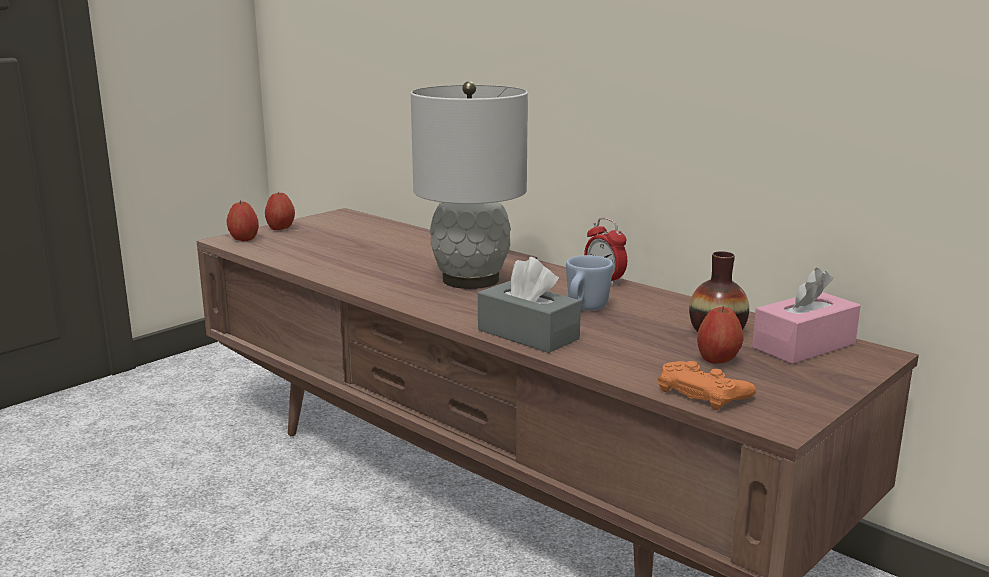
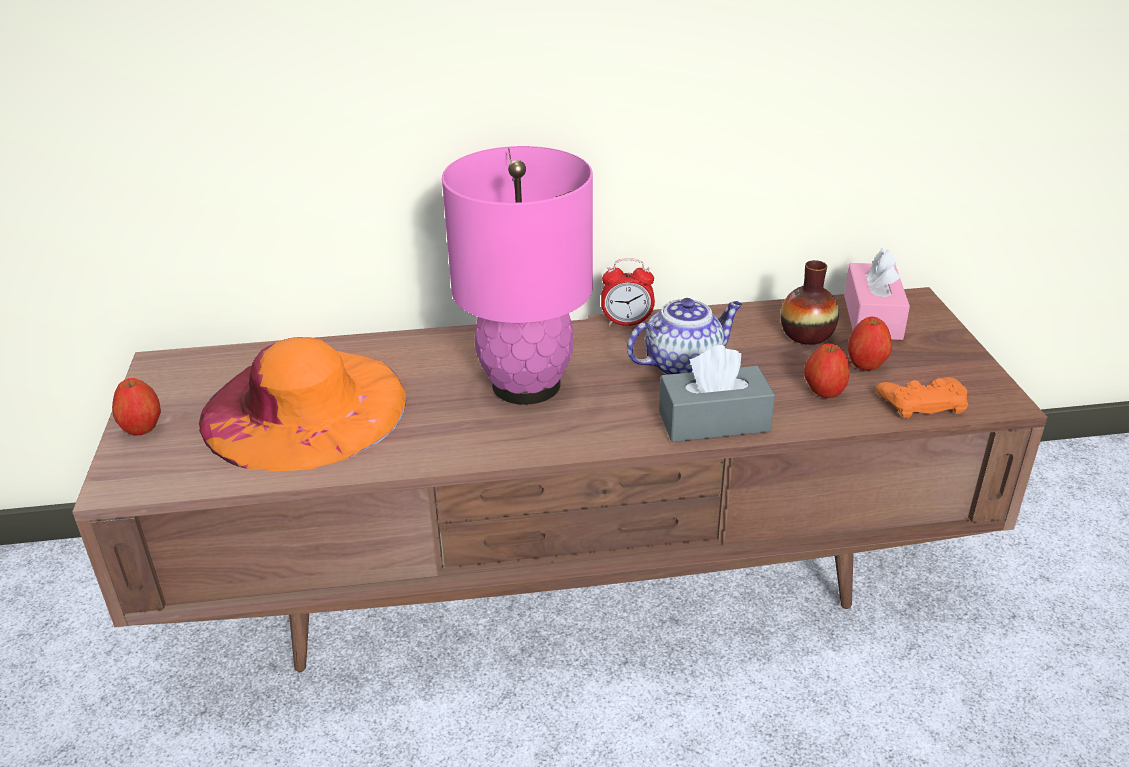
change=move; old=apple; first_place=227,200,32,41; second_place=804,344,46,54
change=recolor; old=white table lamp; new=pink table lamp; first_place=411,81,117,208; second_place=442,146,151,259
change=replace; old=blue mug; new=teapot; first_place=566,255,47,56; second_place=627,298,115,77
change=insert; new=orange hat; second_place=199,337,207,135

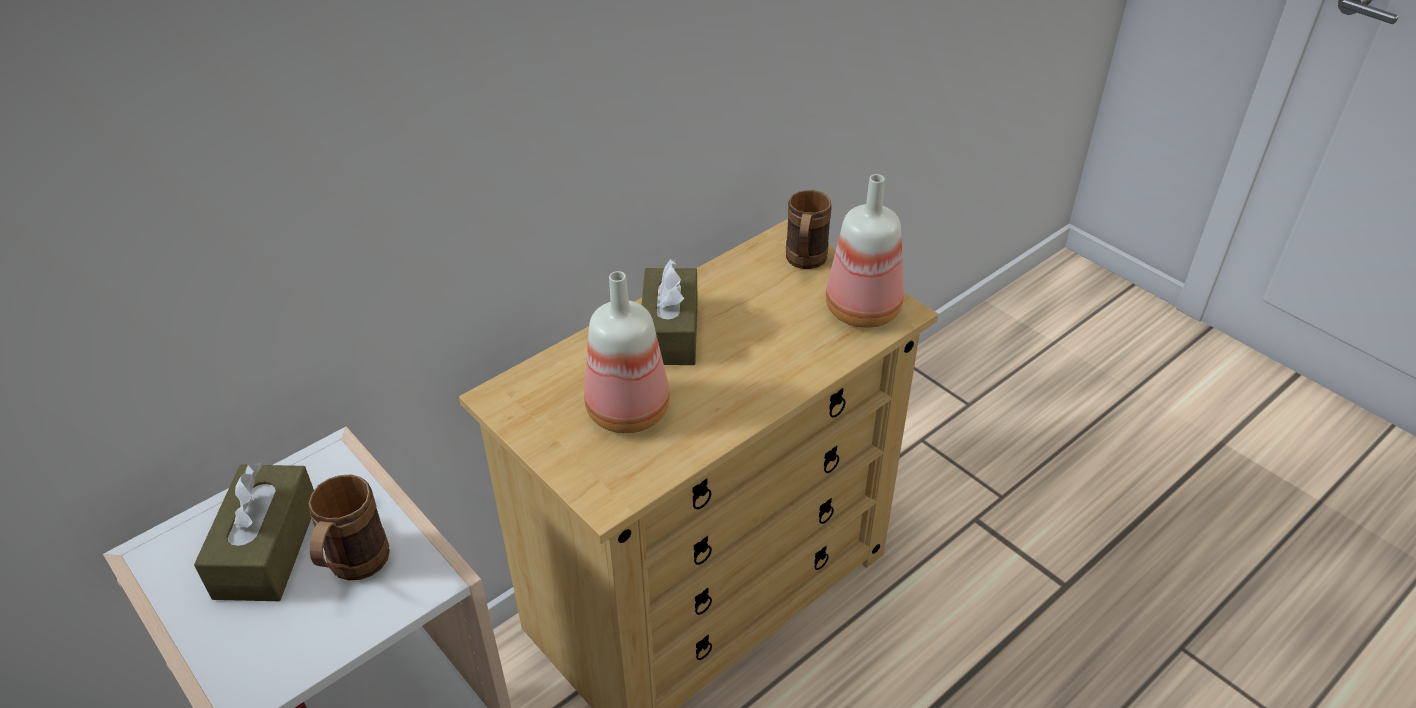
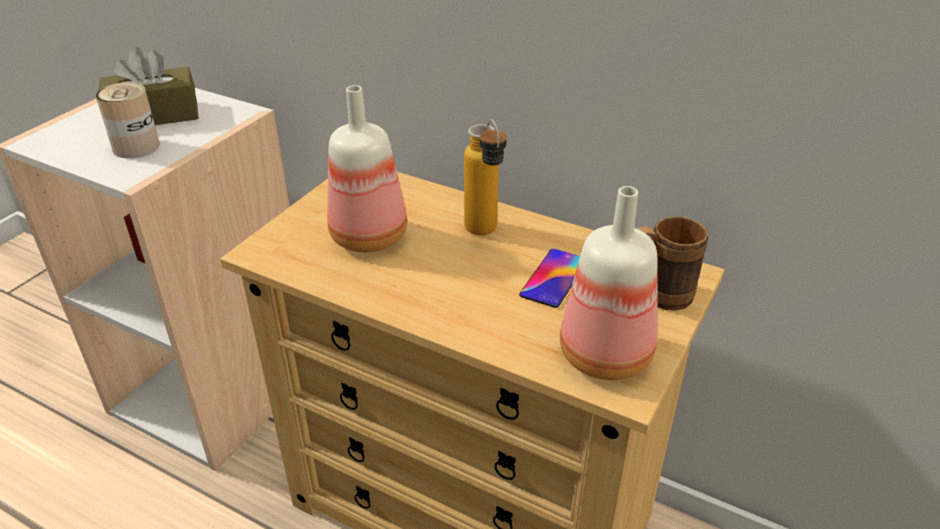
change=replace; old=brown mug; new=can; first_place=308,474,82,106; second_place=96,82,64,76
change=replace; old=brown tissue box; new=bottle; first_place=642,259,56,106; second_place=464,119,43,116
change=insert; new=phone; second_place=519,249,61,59

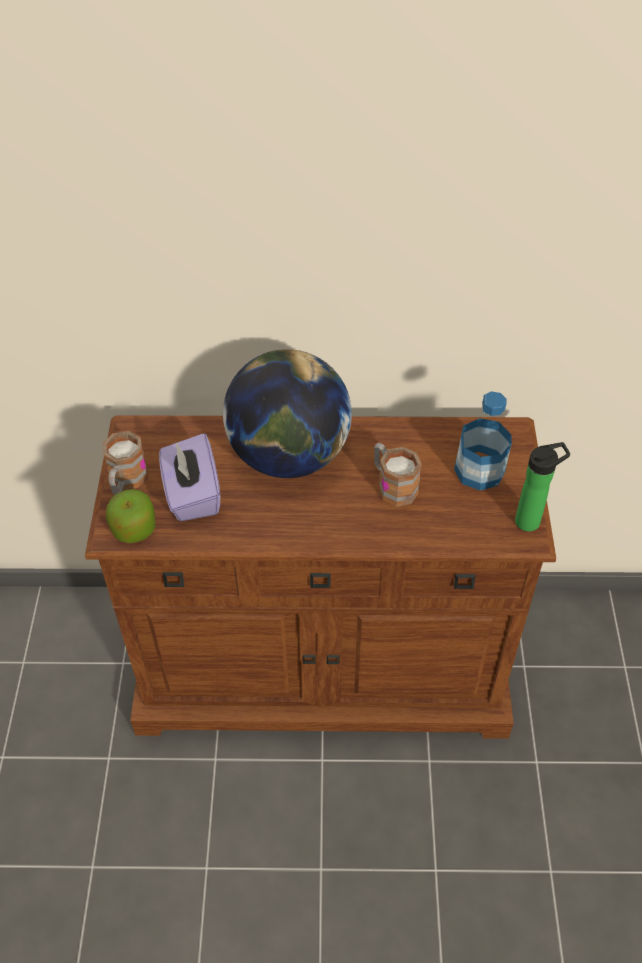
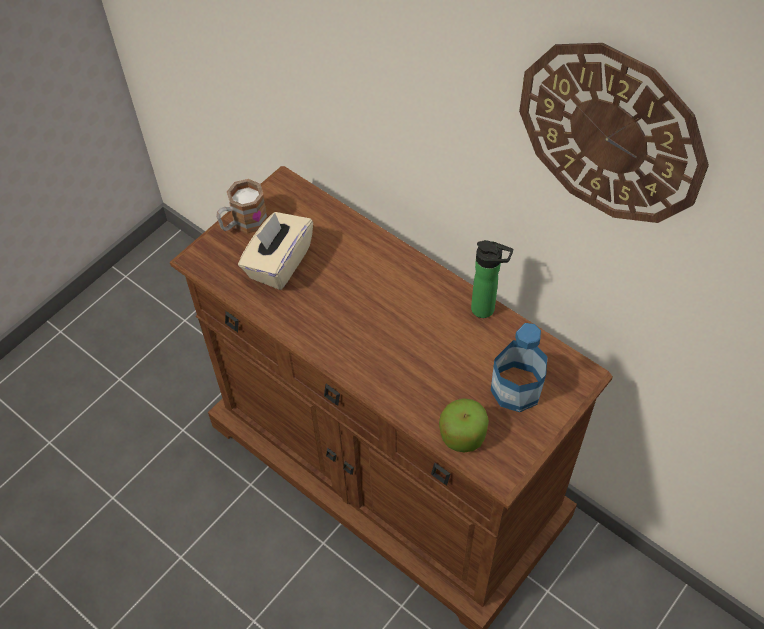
change=move; old=apple; first_place=106,489,49,54; second_place=439,398,50,55
change=recolor; old=purple tissue box; new=beige tissue box; first_place=159,433,61,88; second_place=238,212,75,78
change=delete; old=globe; first_place=223,349,129,129
change=delete; old=mug; first_place=374,442,48,65
change=move; old=bottle; first_place=515,442,55,90; second_place=471,240,42,78
change=insert; new=wall clock; second_place=519,43,190,180

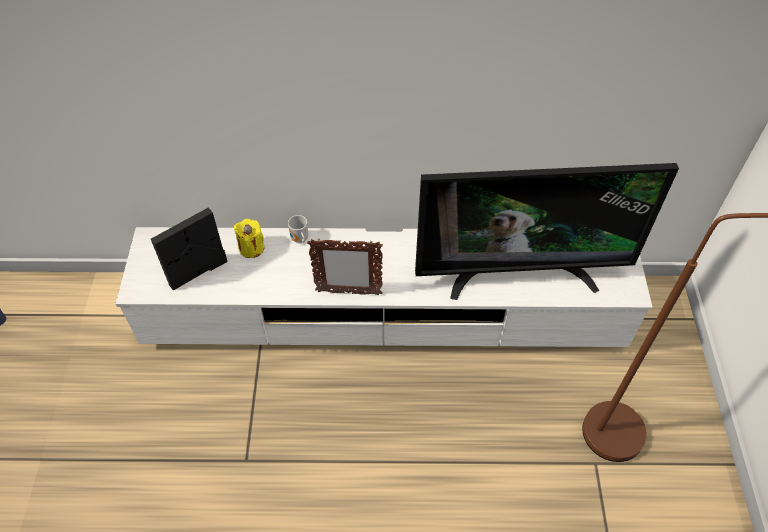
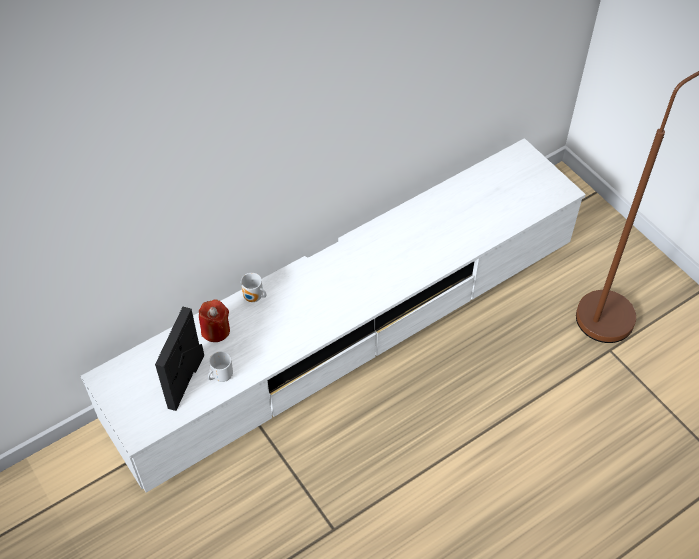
change=recolor; old=yellow candle; new=red candle; first_place=234,219,31,39; second_place=199,299,31,43
change=delete; old=picture frame; first_place=307,238,76,57
change=delete; old=television; first_place=415,163,264,137
change=insert; new=mug; second_place=208,351,25,31

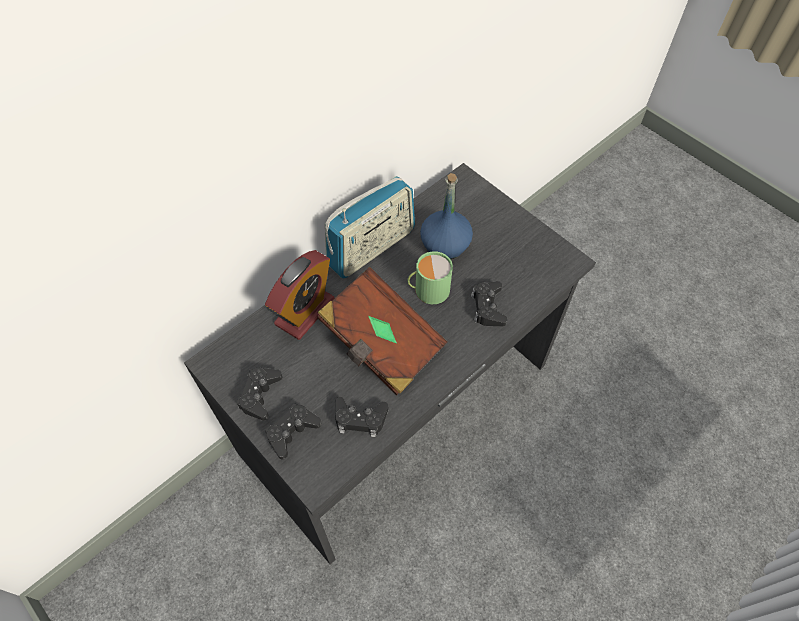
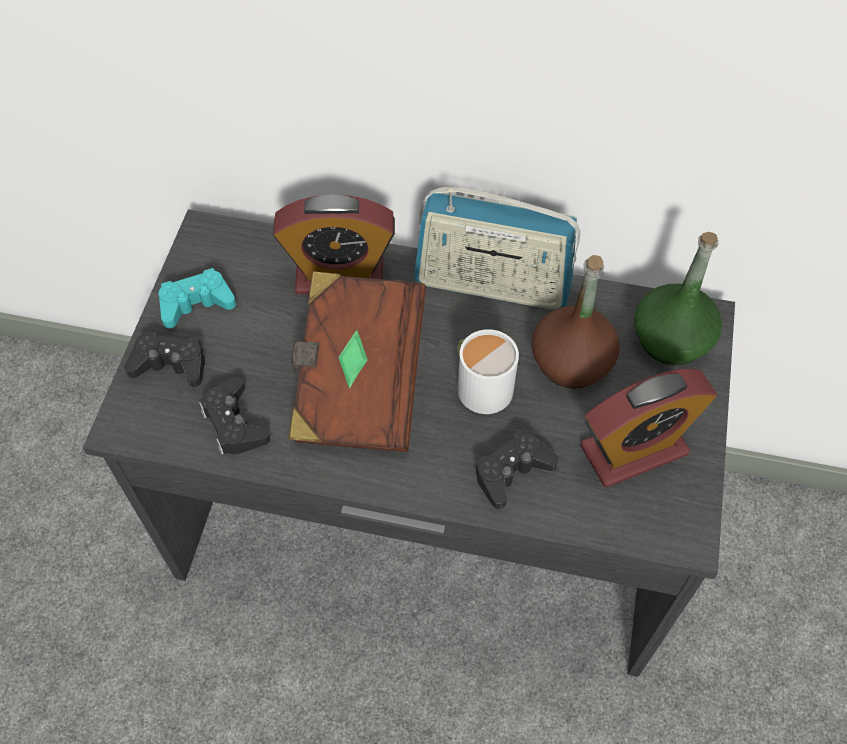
change=recolor; old=black game controller; new=turquoise game controller; first_place=237,367,45,53; second_place=158,268,78,60
change=recolor; old=green mug; new=white mug; first_place=407,251,46,53; second_place=458,329,61,85
change=recolor; old=blue bottle; new=brown bottle; first_place=420,173,53,86; second_place=532,255,88,134
change=insert; new=alarm clock; second_place=581,369,136,118
change=insert; new=green bottle; second_place=634,232,88,133

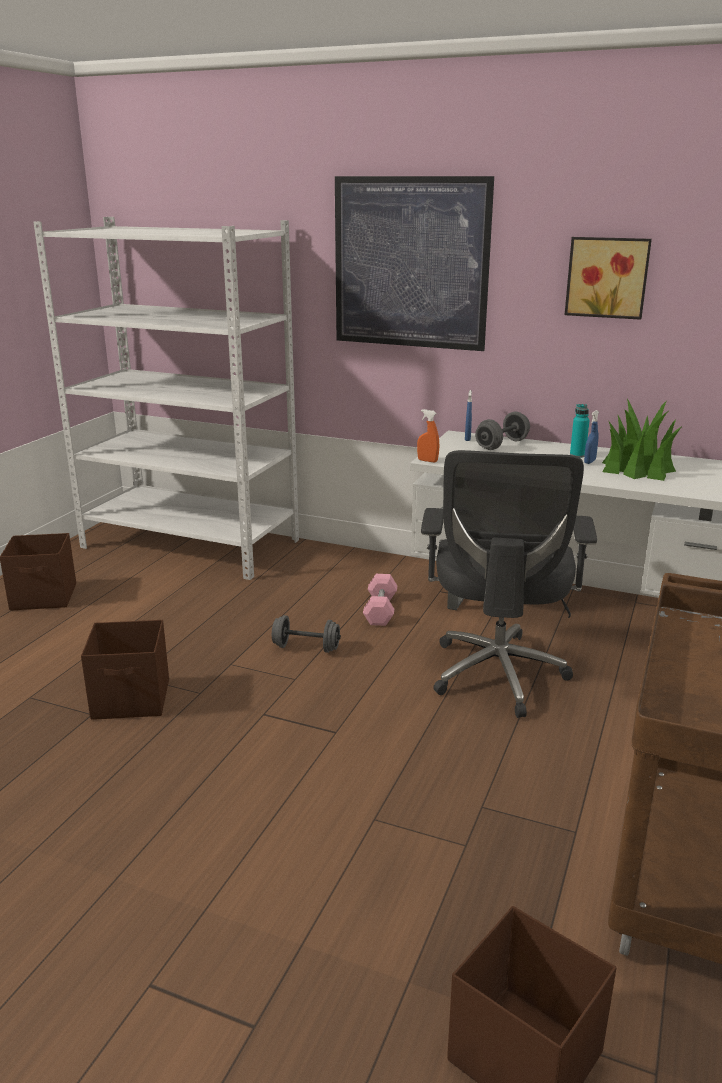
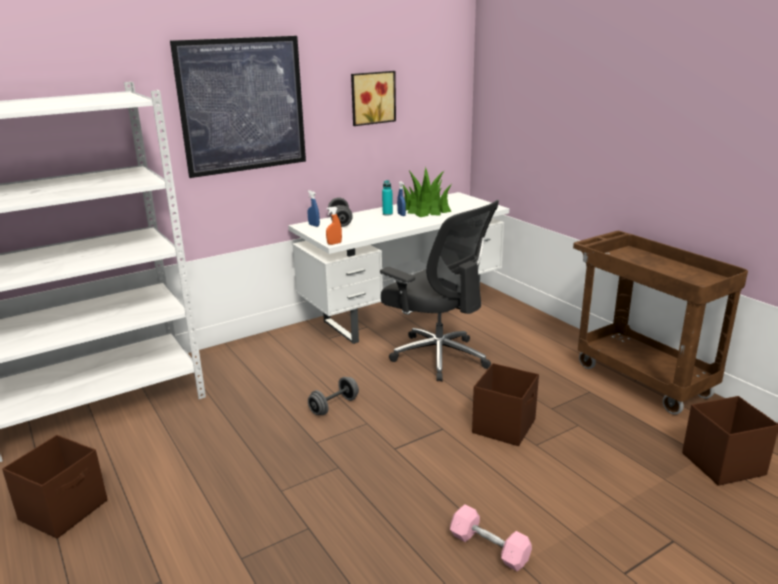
change=move; old=brown storage box; first_place=81,620,88,100; second_place=472,363,67,83
change=move; old=pink dumbbell; first_place=363,574,34,52; second_place=450,504,82,67

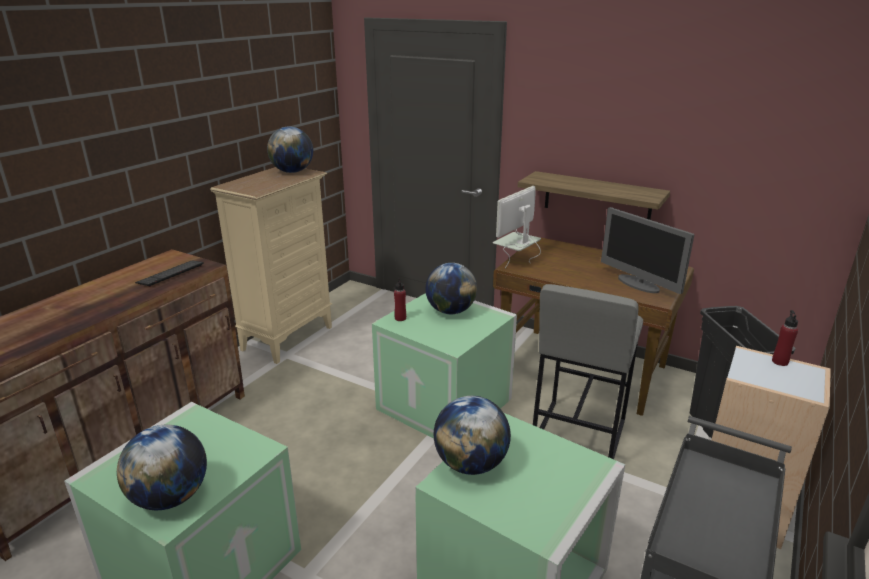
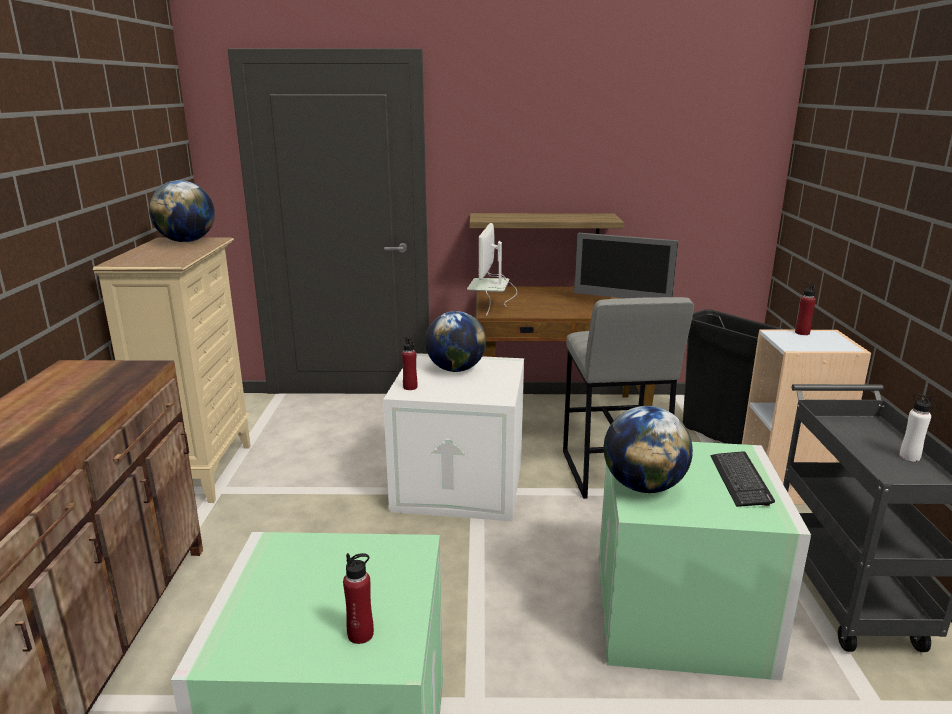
change=replace; old=globe; new=red bottle; first_place=117,425,90,85; second_place=343,553,31,91
change=move; old=keyboard; first_place=135,261,69,26; second_place=711,451,64,56
change=recolor; old=green storage box; new=white storage box; first_place=372,293,145,145; second_place=383,353,141,168
change=insert; new=white bottle; second_place=899,393,33,69

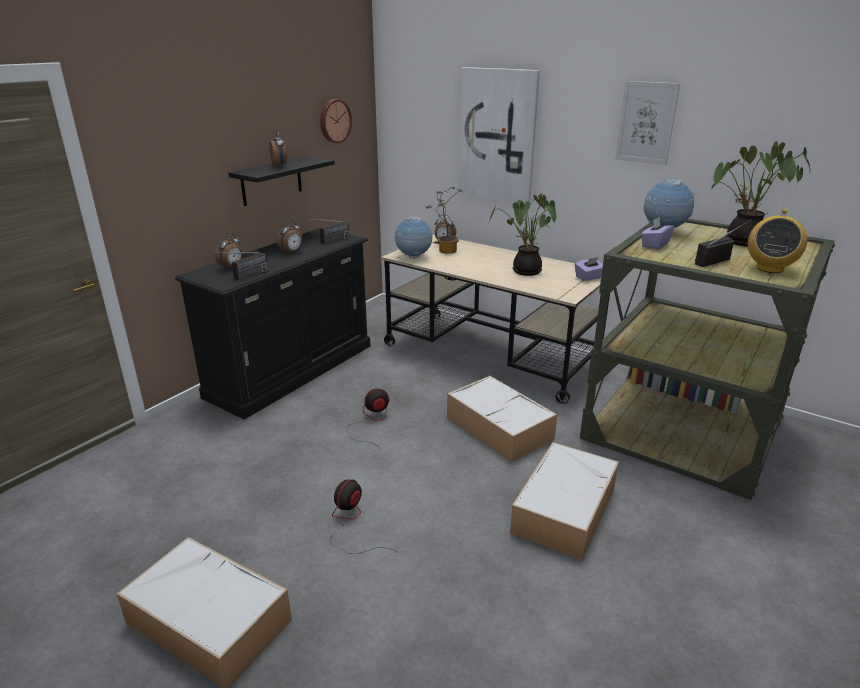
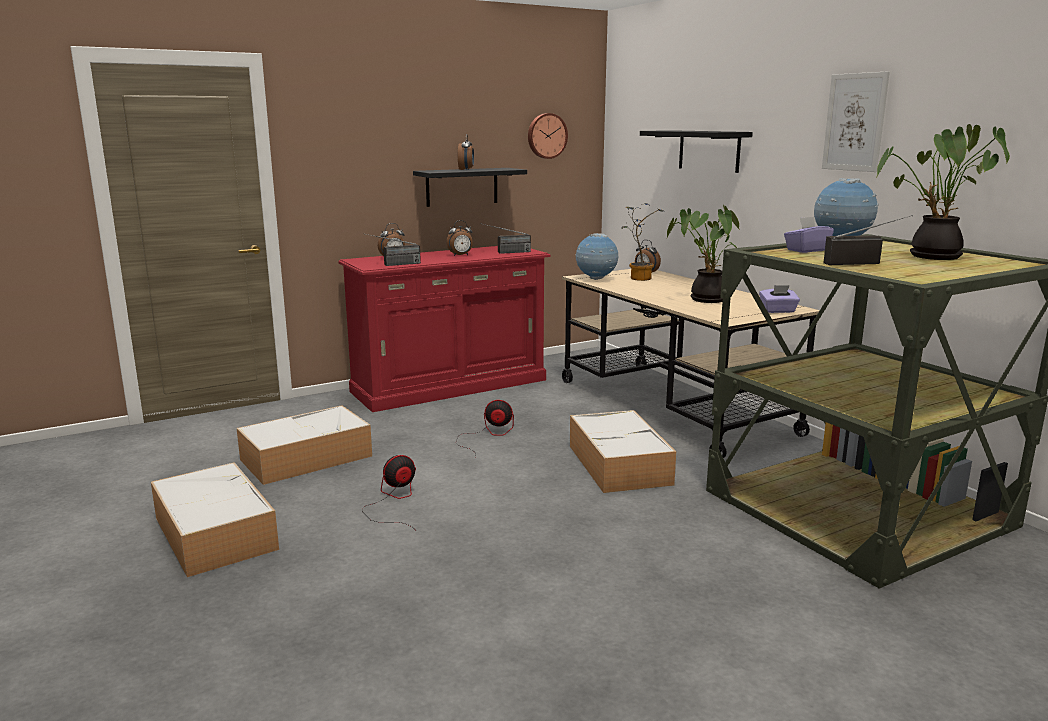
change=recolor; old=black cabinet; new=red cabinet; first_place=175,228,196,192; second_place=338,246,212,166
change=replace; old=picture; new=black shelf; first_place=459,67,81,136; second_place=640,130,113,43
change=move; old=storage box; first_place=510,442,109,119; second_place=237,405,135,80
change=delete; old=radio; first_place=748,209,59,64

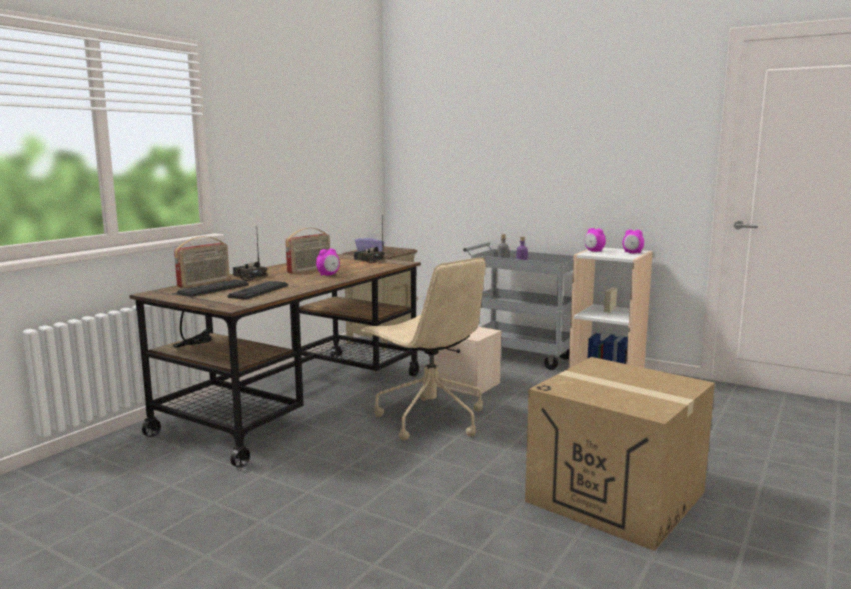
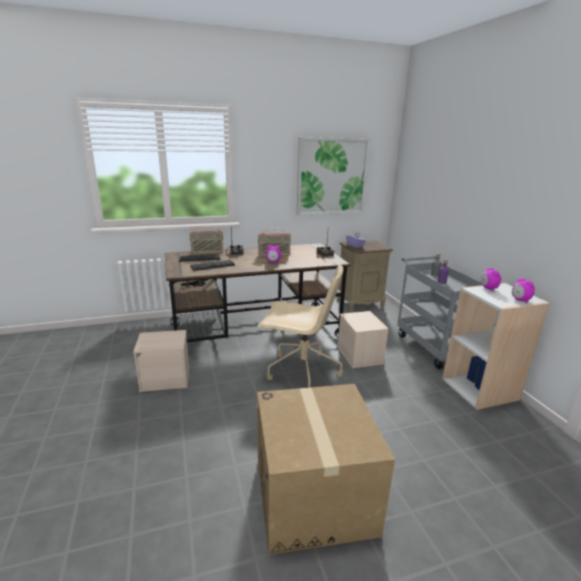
change=rotate; old=beige office chair; first_place=361,258,125,183; second_place=258,264,85,124; degrees=-75
change=insert; new=beige storage box; second_place=133,330,56,62
change=insert; new=picture; second_place=296,137,75,79

